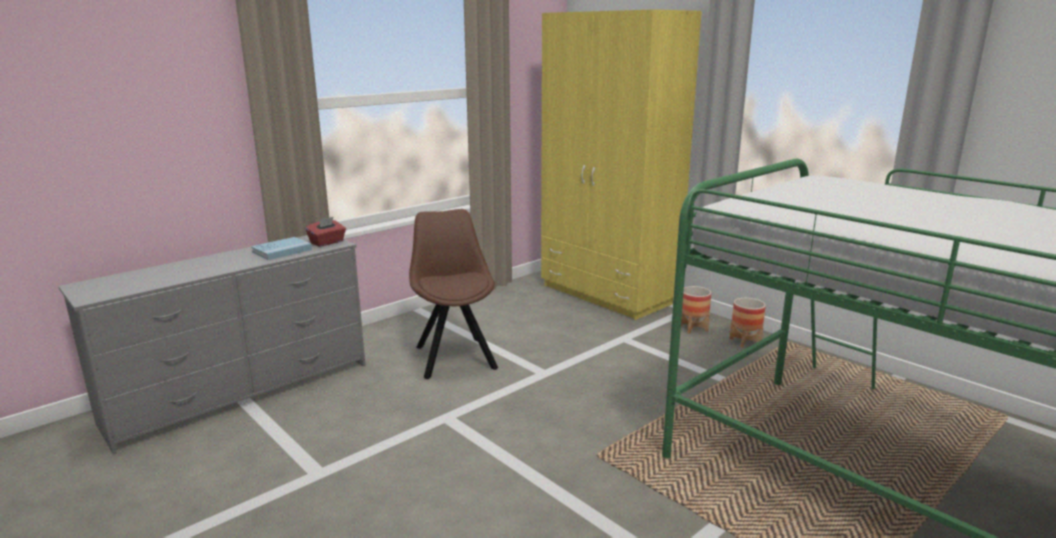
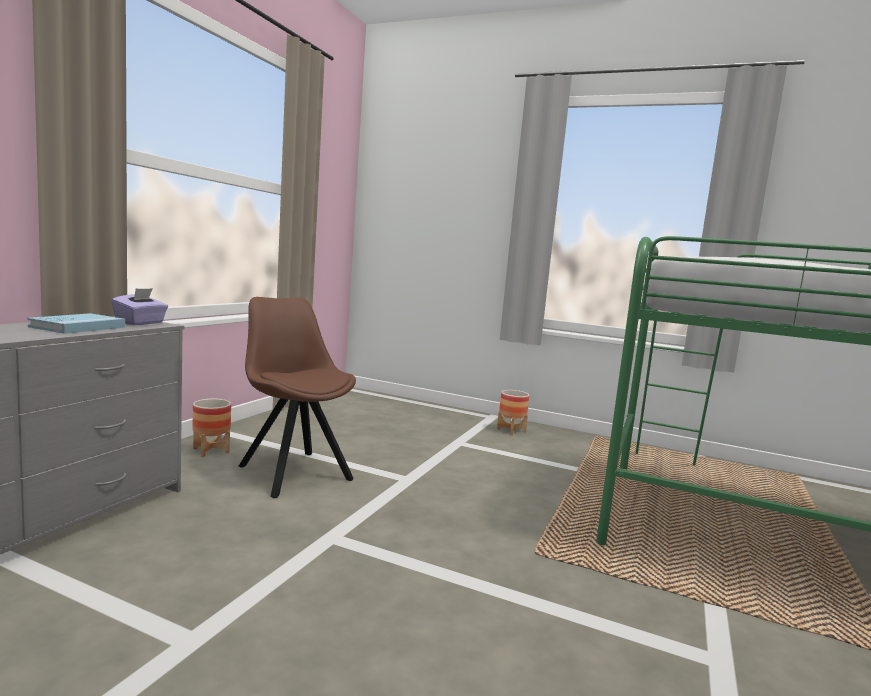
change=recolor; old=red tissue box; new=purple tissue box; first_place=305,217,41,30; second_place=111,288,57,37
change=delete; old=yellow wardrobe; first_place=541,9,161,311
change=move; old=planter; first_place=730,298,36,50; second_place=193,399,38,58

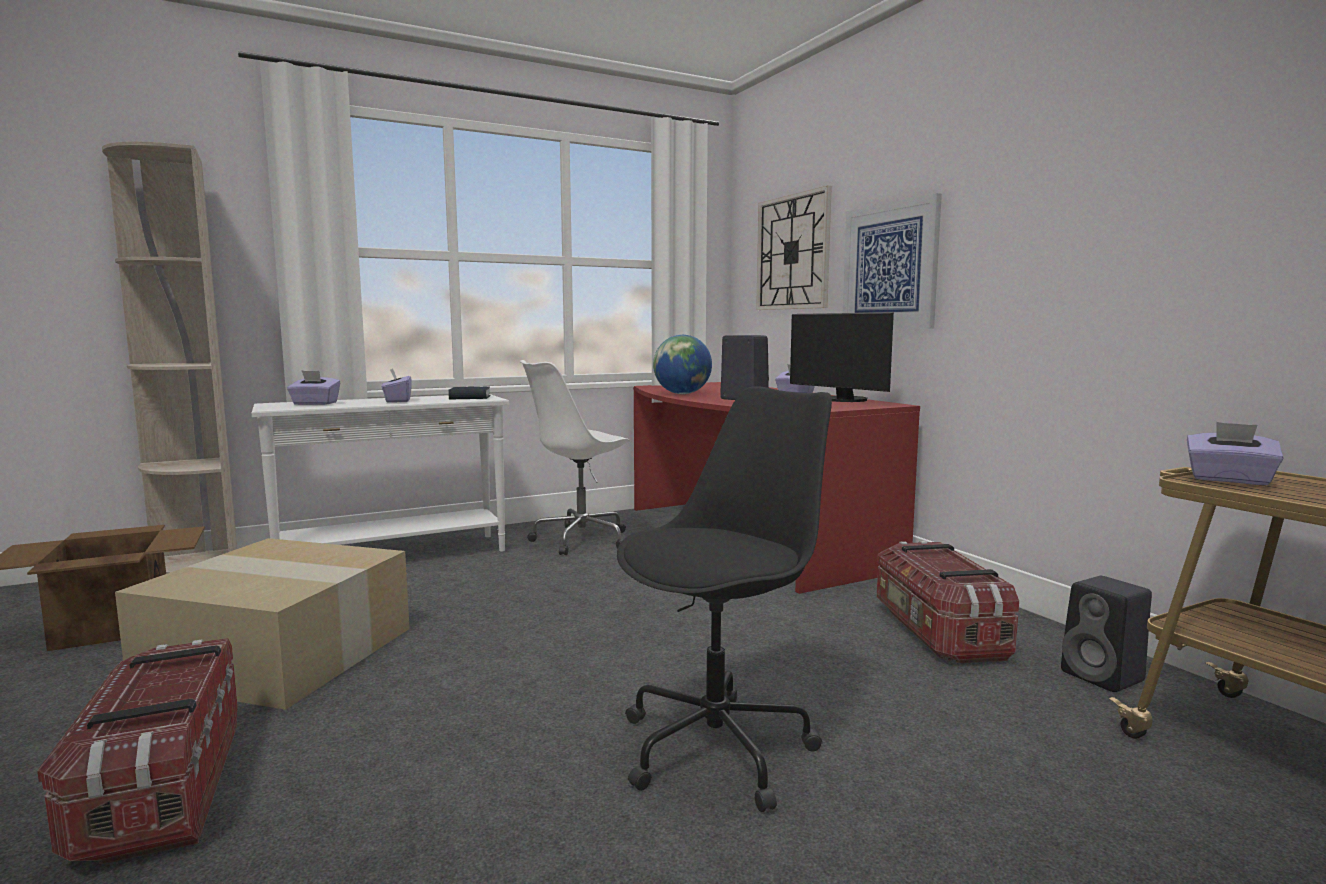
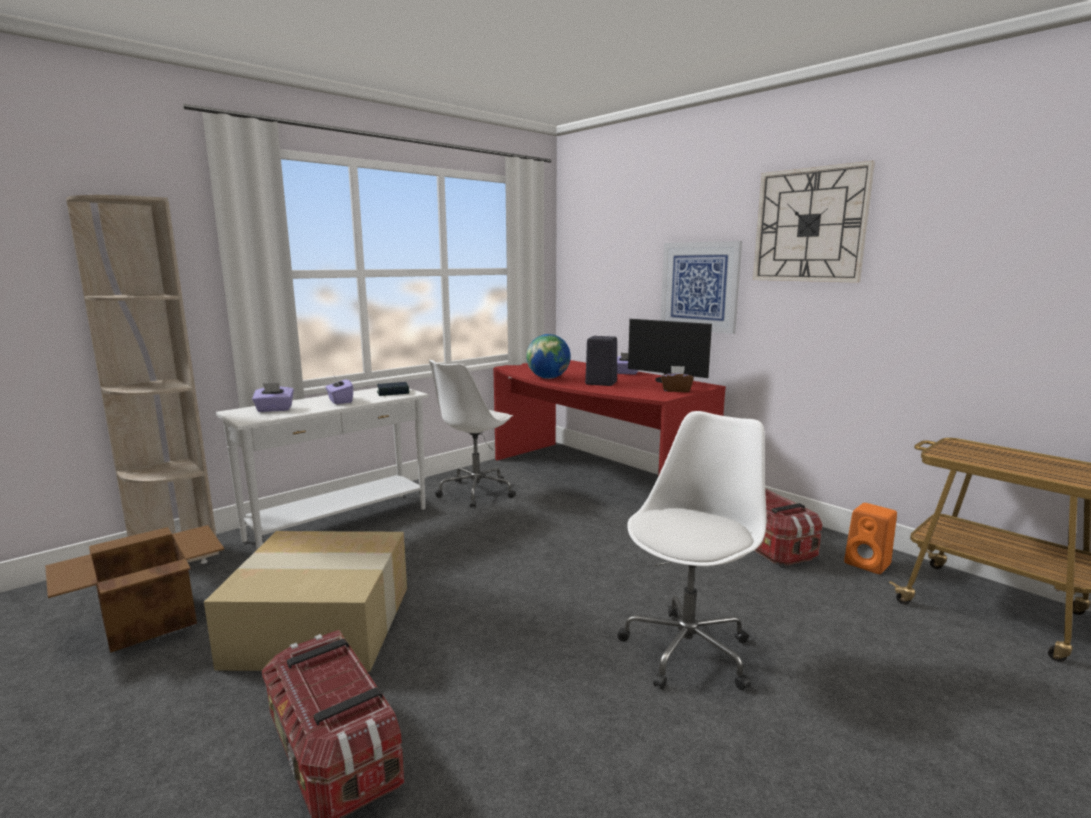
change=recolor; old=black office chair; new=white office chair; first_place=617,386,215,426; second_place=617,411,150,279
change=move; old=wall clock; first_place=756,185,76,125; second_place=753,161,122,122
change=recolor; old=black speaker; new=orange speaker; first_place=1061,576,91,116; second_place=844,503,53,71
change=delete; old=purple tissue box; first_place=1187,422,96,63
change=insert; new=brown tissue box; second_place=661,366,33,26

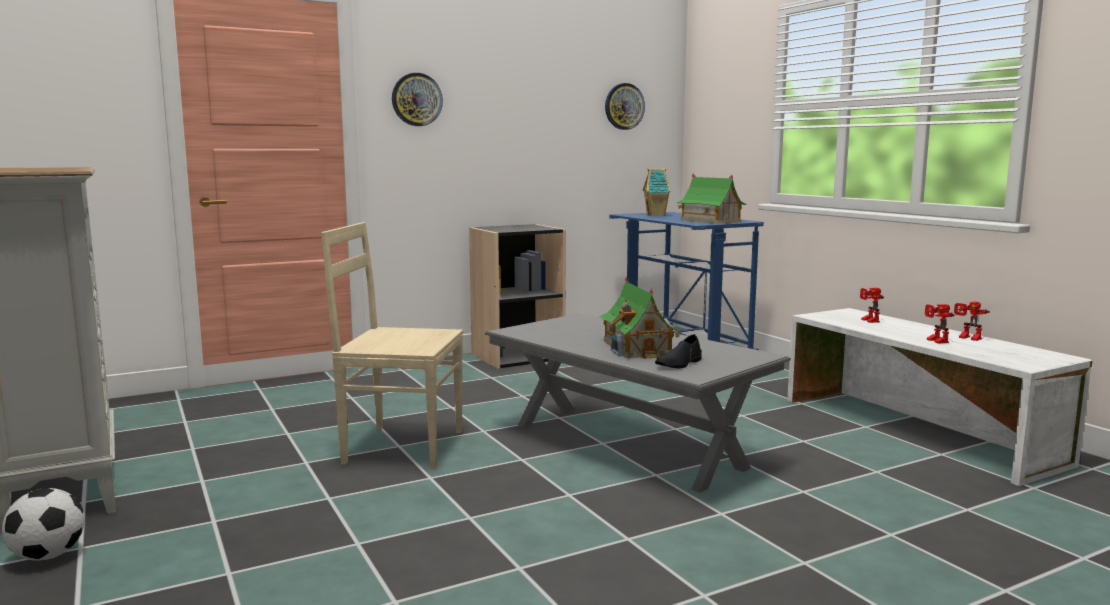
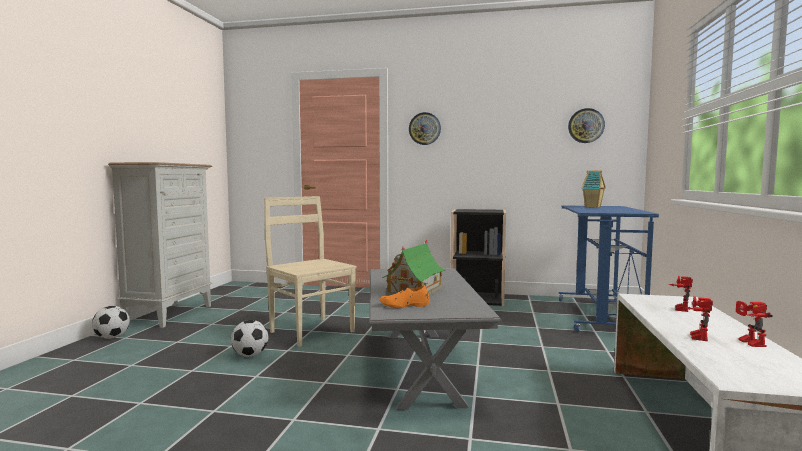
change=recolor; old=black shoe; new=orange shoe; first_place=655,334,47,35; second_place=379,285,51,23
change=delete; old=toy house; first_place=677,173,70,51
change=insert; new=football; second_place=231,320,37,37

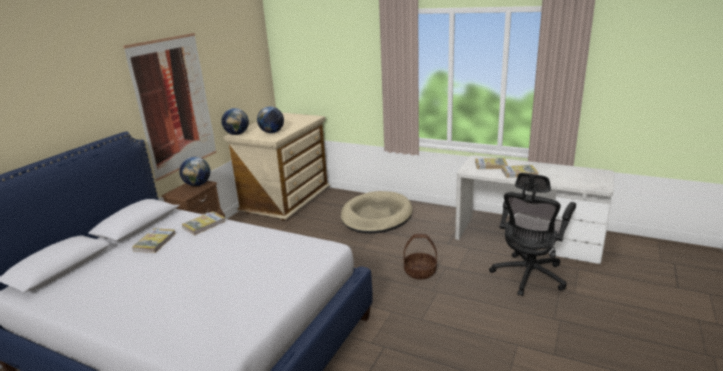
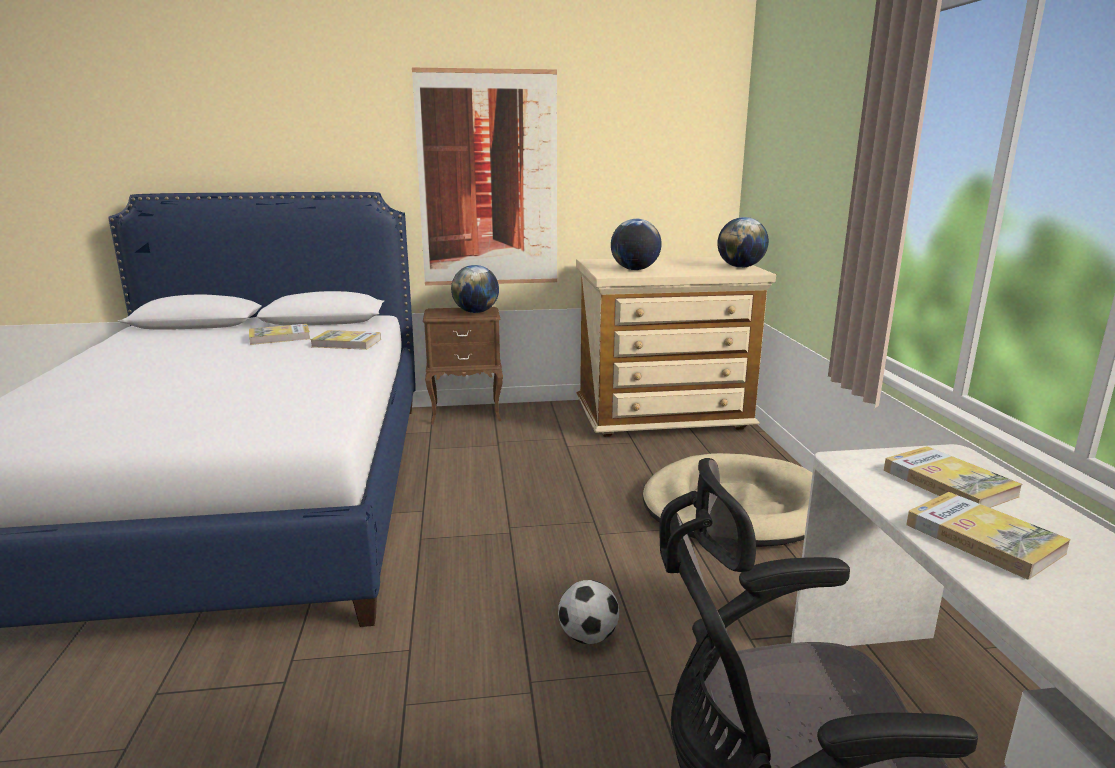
change=move; old=globe; first_place=221,108,28,27; second_place=717,217,52,51
change=replace; old=basket; new=football; first_place=404,234,33,45; second_place=558,580,61,64

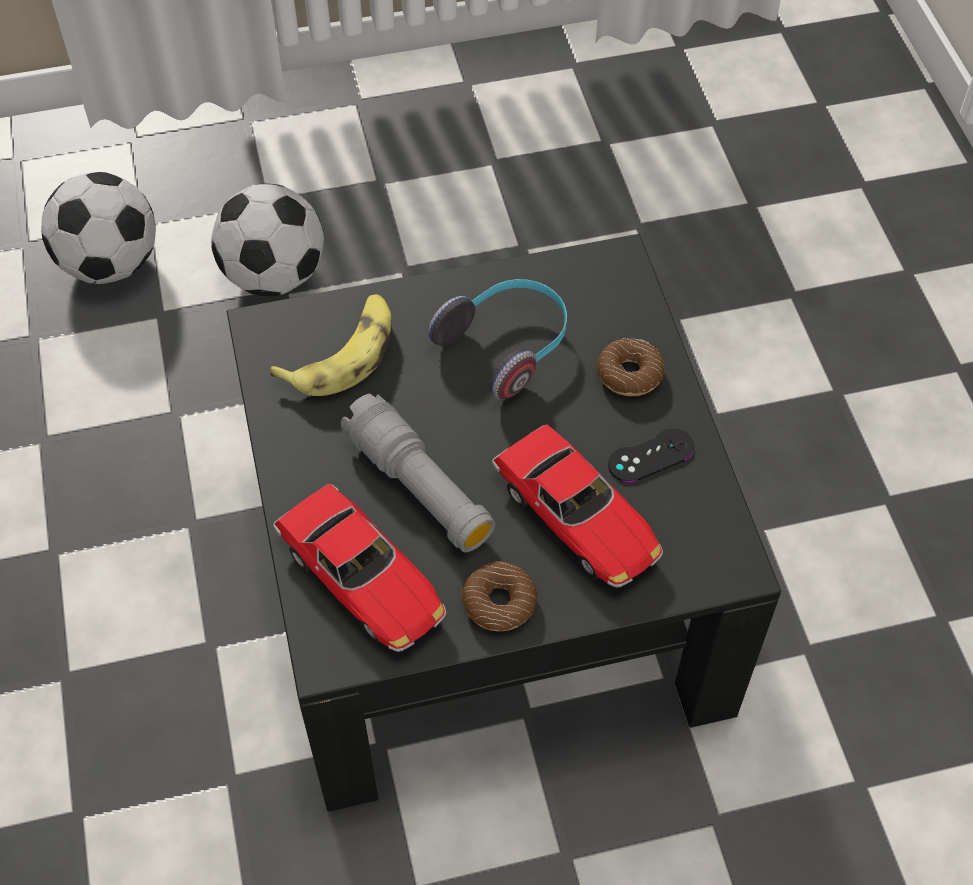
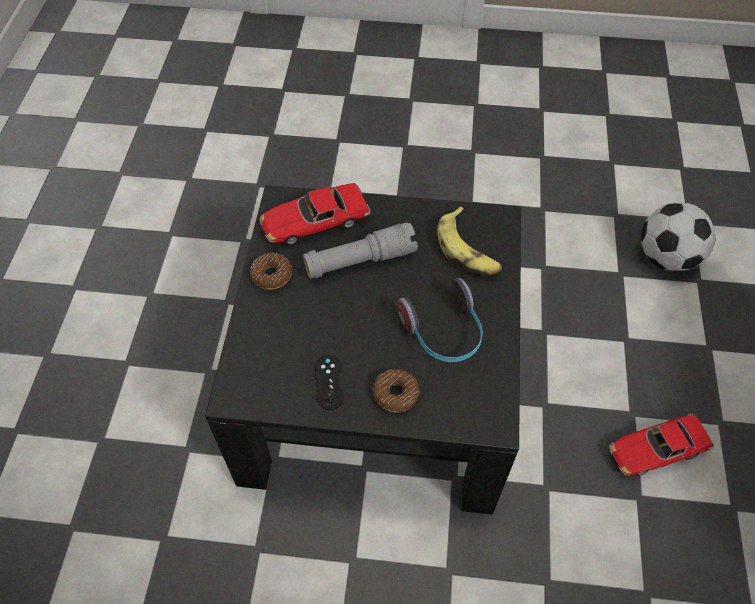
change=delete; old=football; first_place=211,183,113,113
change=move; old=toy car; first_place=492,424,171,163; second_place=609,414,105,62

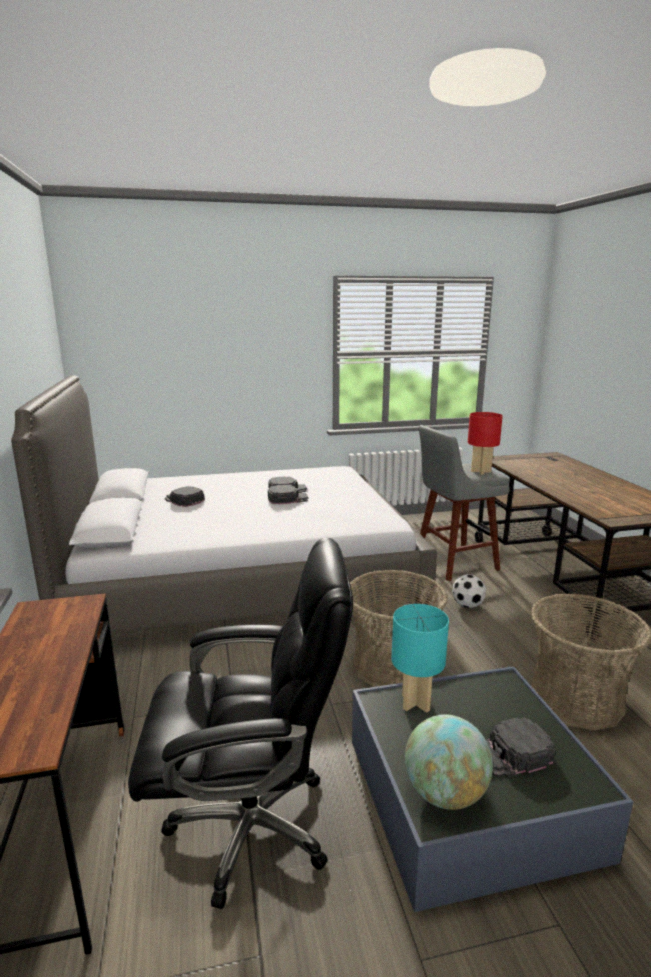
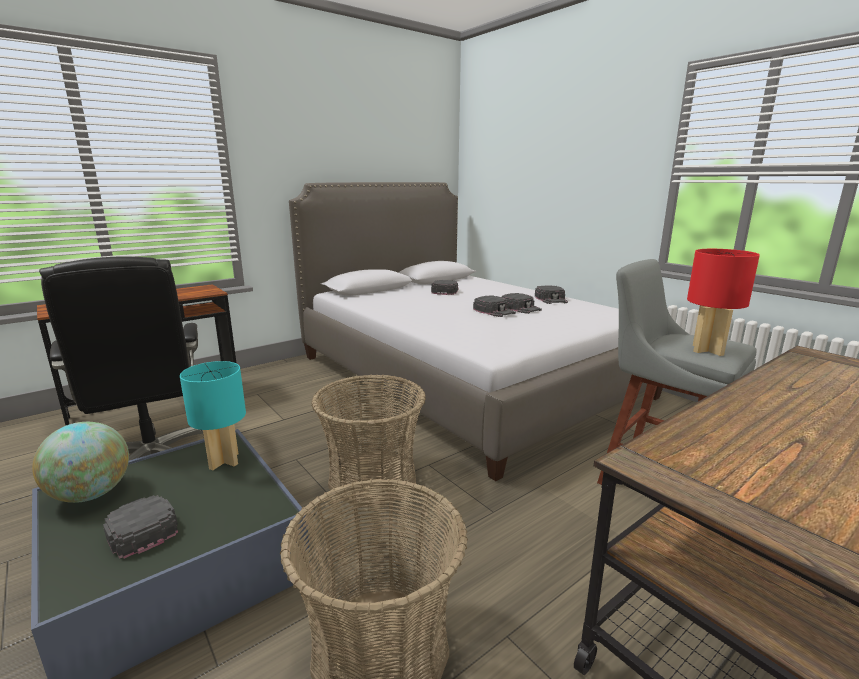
change=delete; old=football; first_place=452,574,34,34
change=insert; new=black cap; second_place=535,285,33,19

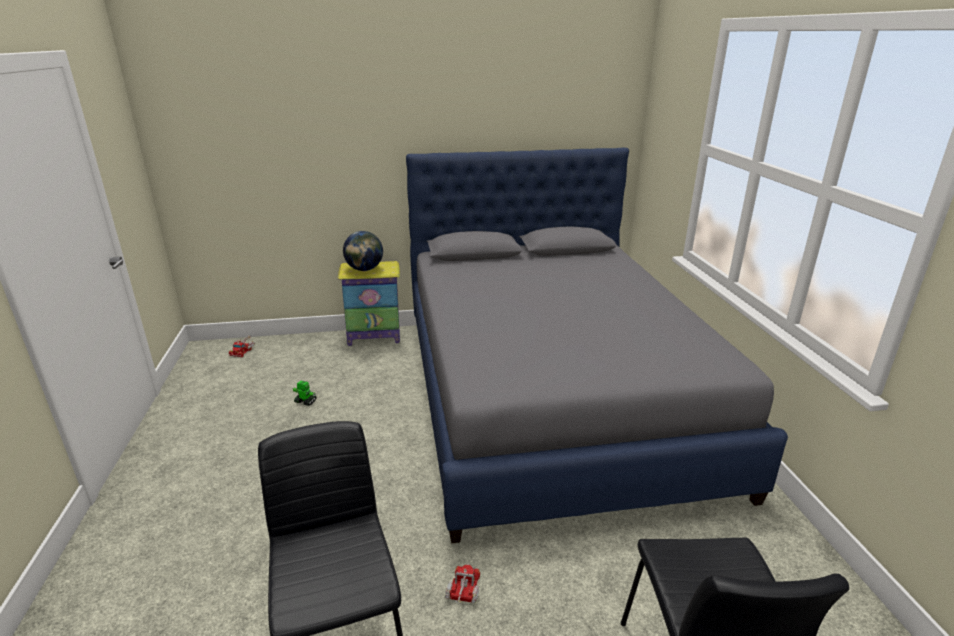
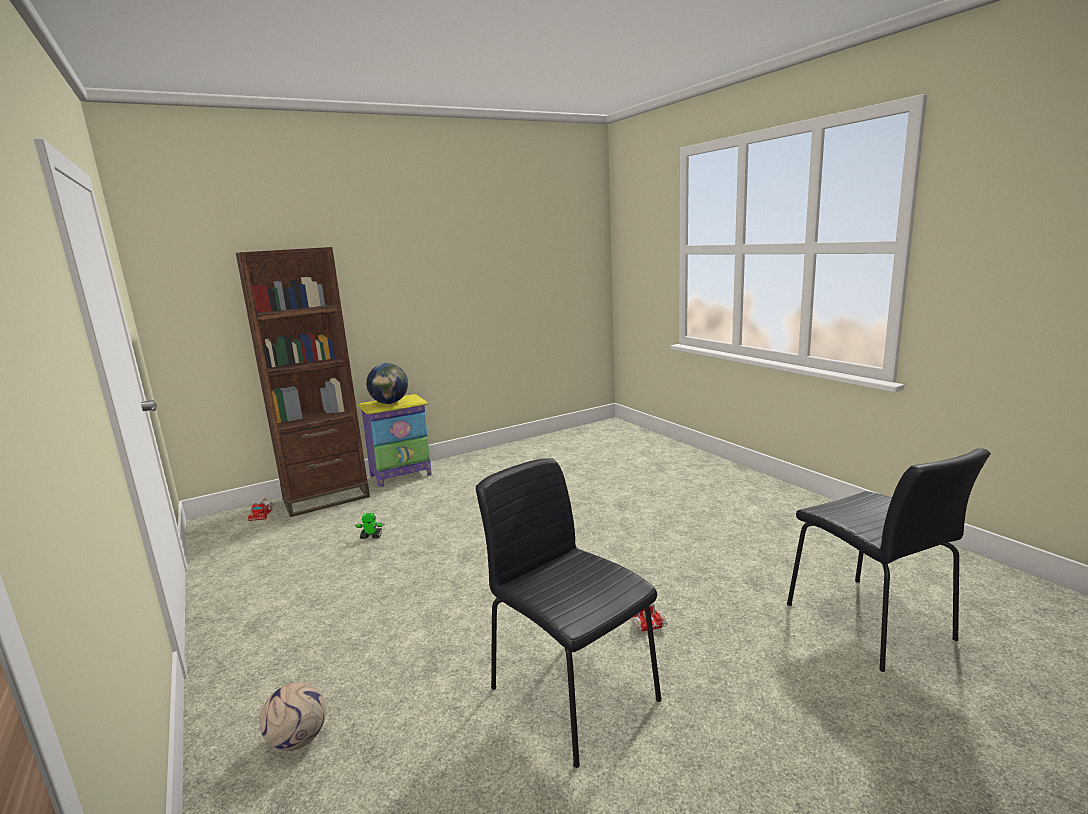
change=delete; old=grey bed; first_place=406,147,382,396
change=insert; new=brown bookcase; second_place=236,247,134,270
change=insert; new=football; second_place=260,682,66,69

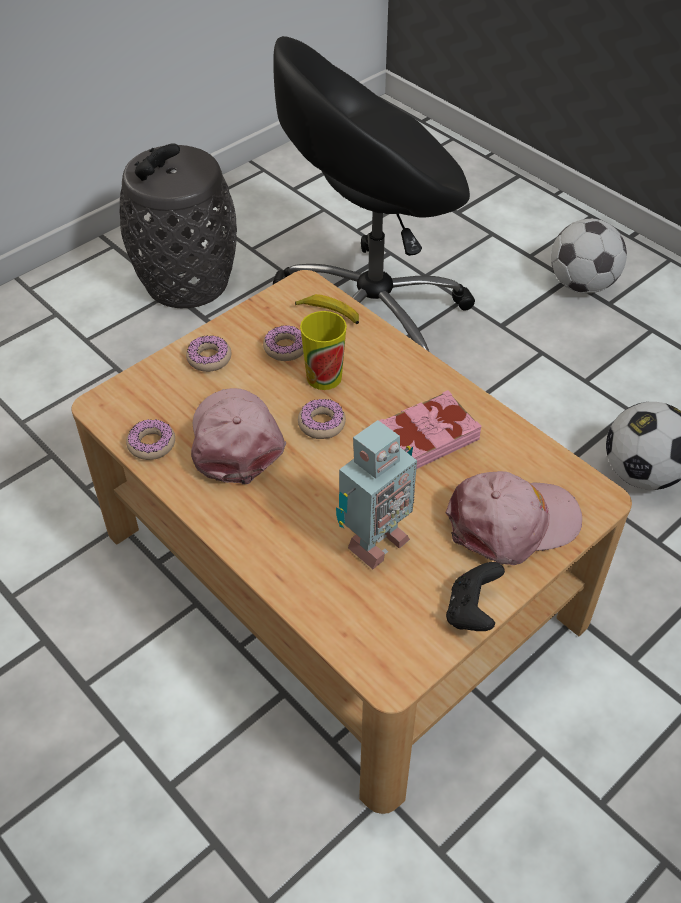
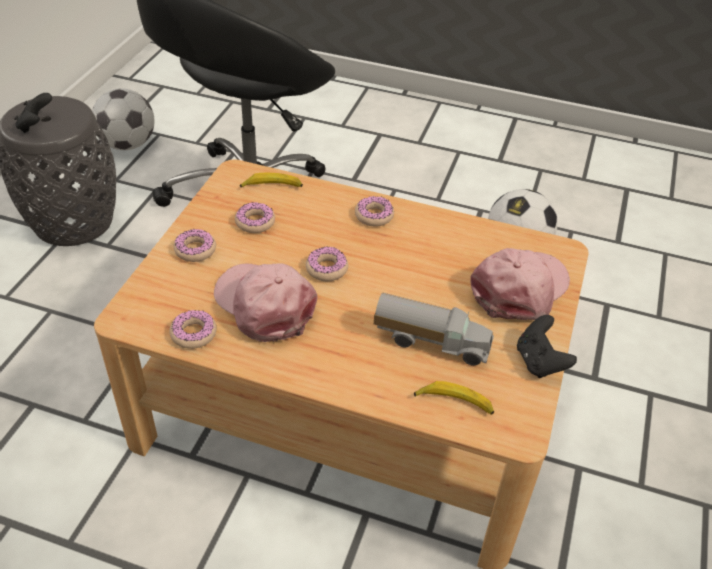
change=delete; old=cup; first_place=300,311,47,79
change=replace; old=toy robot; new=toy truck; first_place=336,420,81,149; second_place=374,293,120,73
change=delete; old=pink book; first_place=379,390,102,79
change=move; old=football; first_place=551,219,76,74; second_place=92,88,62,62
change=insert; new=donut; second_place=355,196,39,30
change=insert; new=banana; second_place=414,381,80,34

